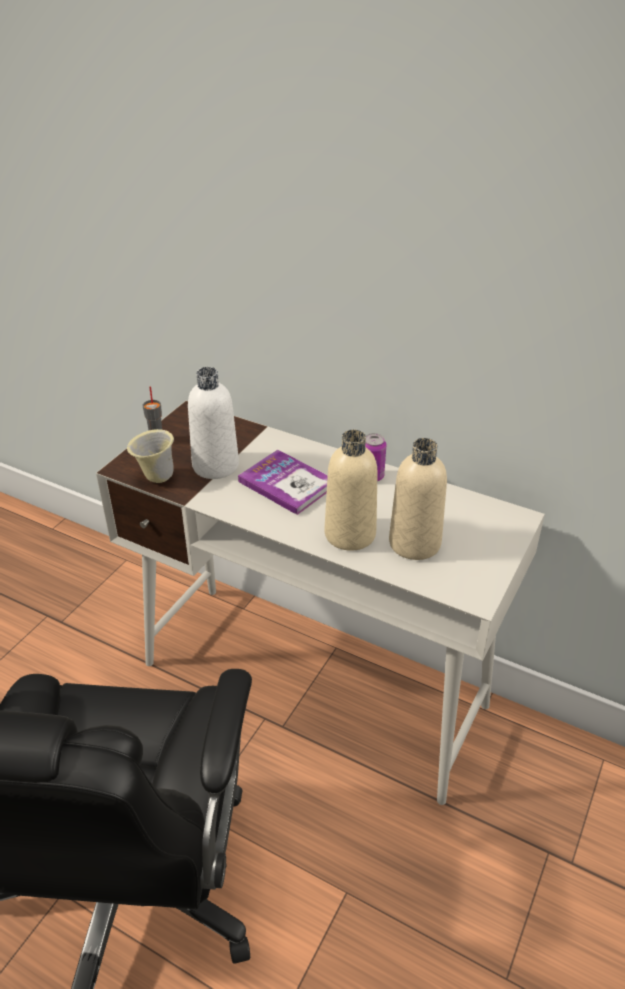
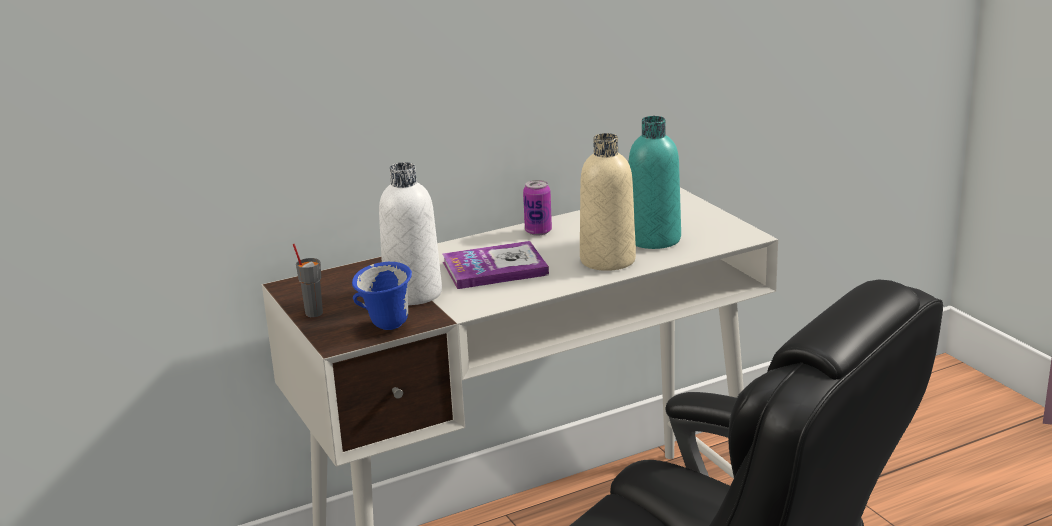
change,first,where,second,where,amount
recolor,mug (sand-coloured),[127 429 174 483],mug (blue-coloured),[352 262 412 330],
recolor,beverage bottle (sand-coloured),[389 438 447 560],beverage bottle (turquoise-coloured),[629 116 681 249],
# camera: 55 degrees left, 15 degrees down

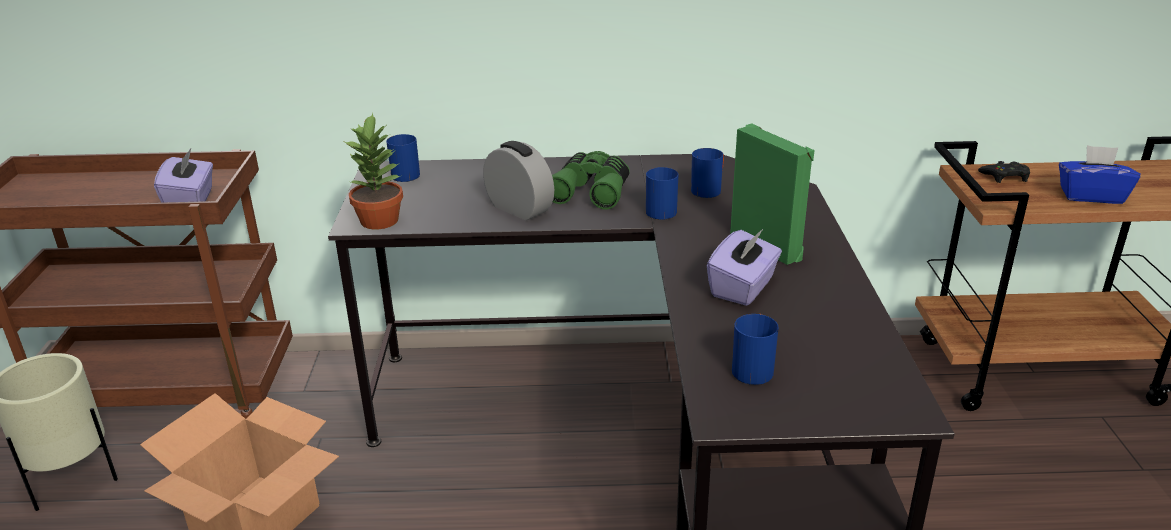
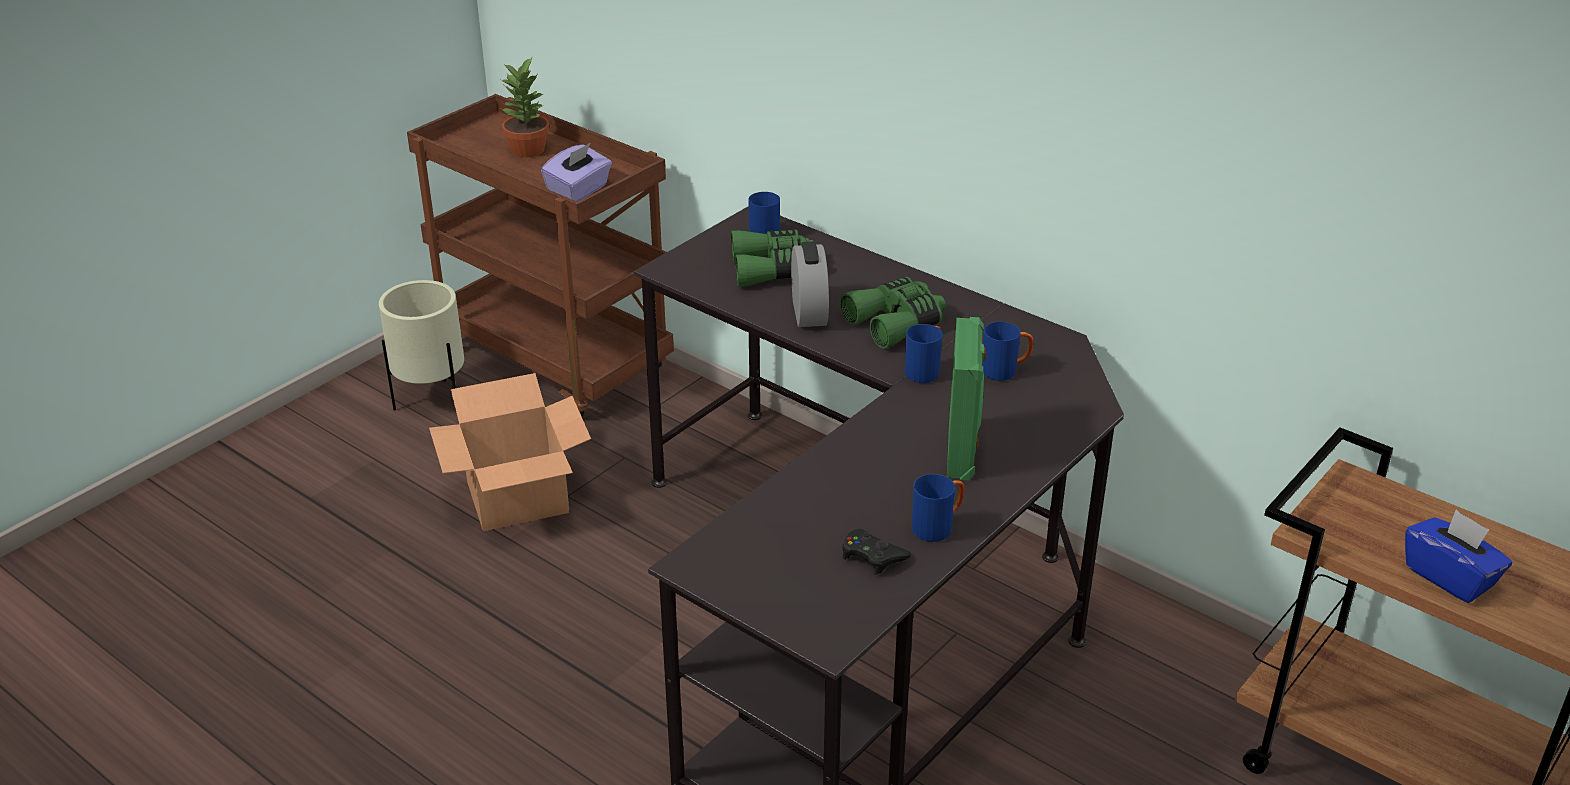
change,first,where,second,where,amount
move,houseplant,[344 113 403 229],,[501 56 550 157],
delete,box of tissues (purple),[707 229 782 306],,,
move,mug (blue-coloured),[732 314 779 385],,[912 474 964 542],
move,game controller (black),[978 161 1030 183],,[842 529 911 575],
insert,,,field glasses (green-coloured),[731 230 813 287],
# camera: 40 degrees right, 5 degrees up

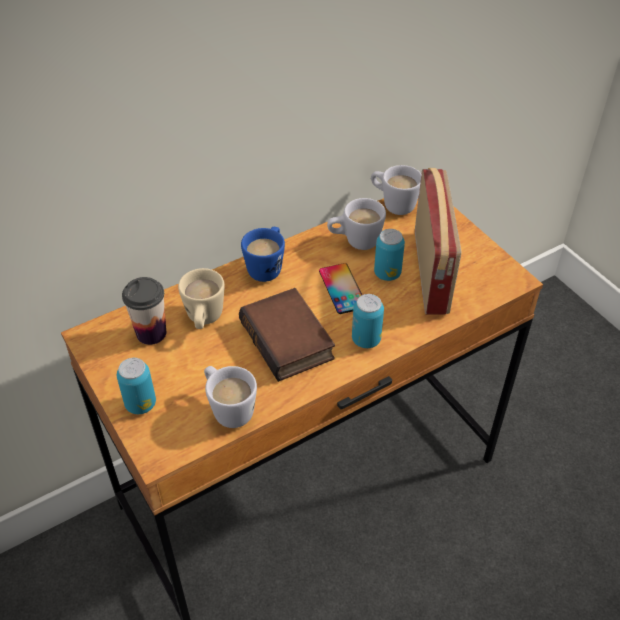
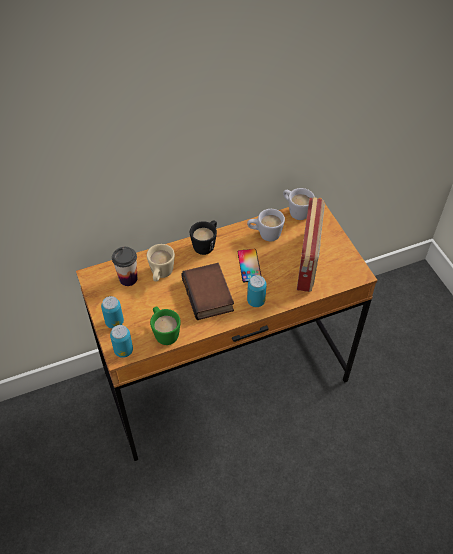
change,first,where,second,where,amount
recolor,mug (whitish),[204 366 257 428],mug (green-coloured),[150 307 181 345],
recolor,mug (blue-coloured),[241 227 285 282],mug (black),[190 220 217 255],
move,metal can,[374 229 405 281],,[110 325 133 358],
# camera: 10 degrees right, 5 degrees up

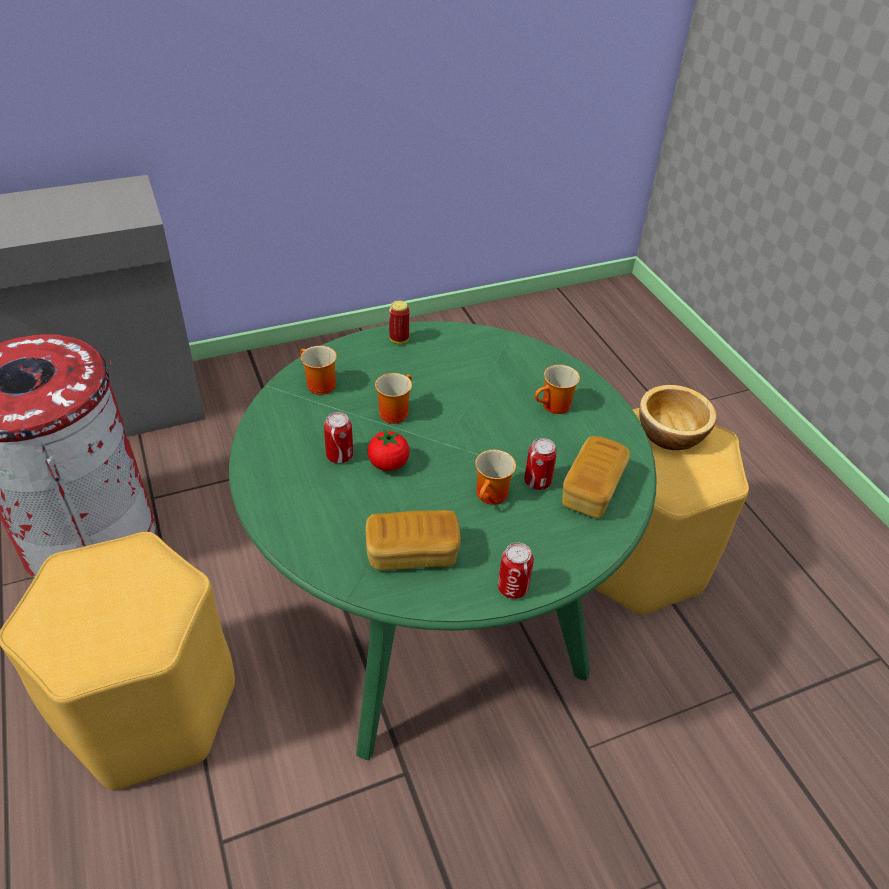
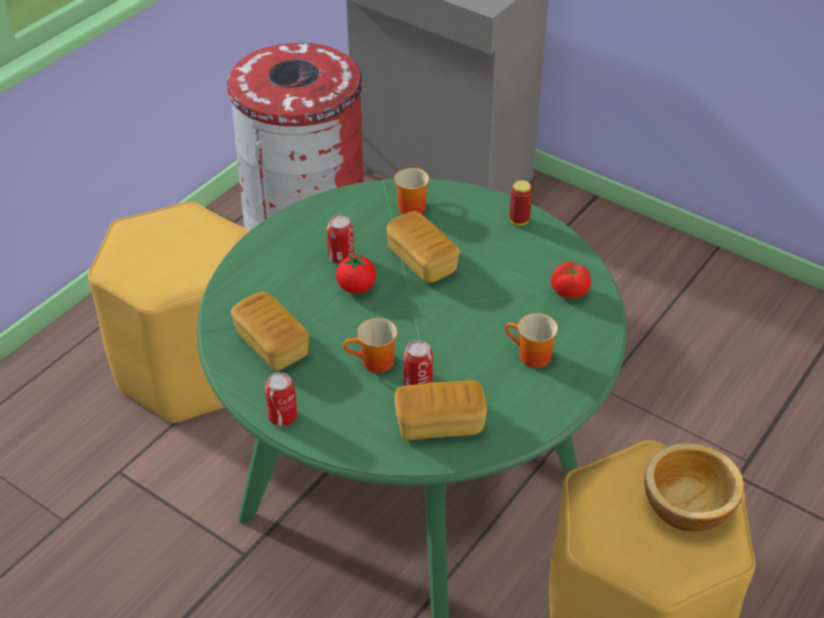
change,first,where,second,where,amount
replace,mug,[375 373 412 424],bread,[386 211 460 283],
insert,,,fresh tomato,[551 261 591 299],
# camera: 60 degrees right, 0 degrees up

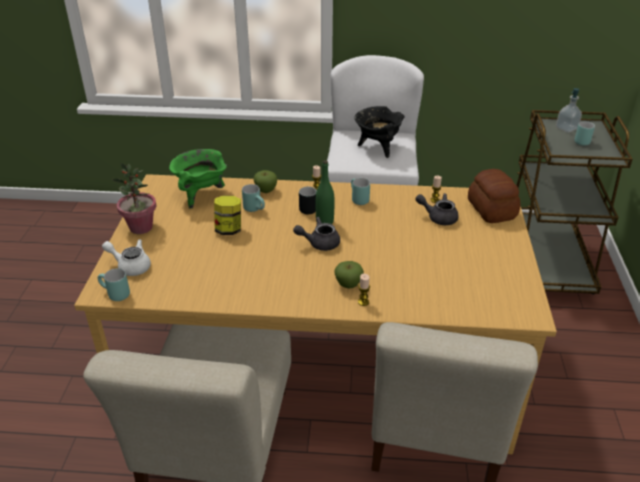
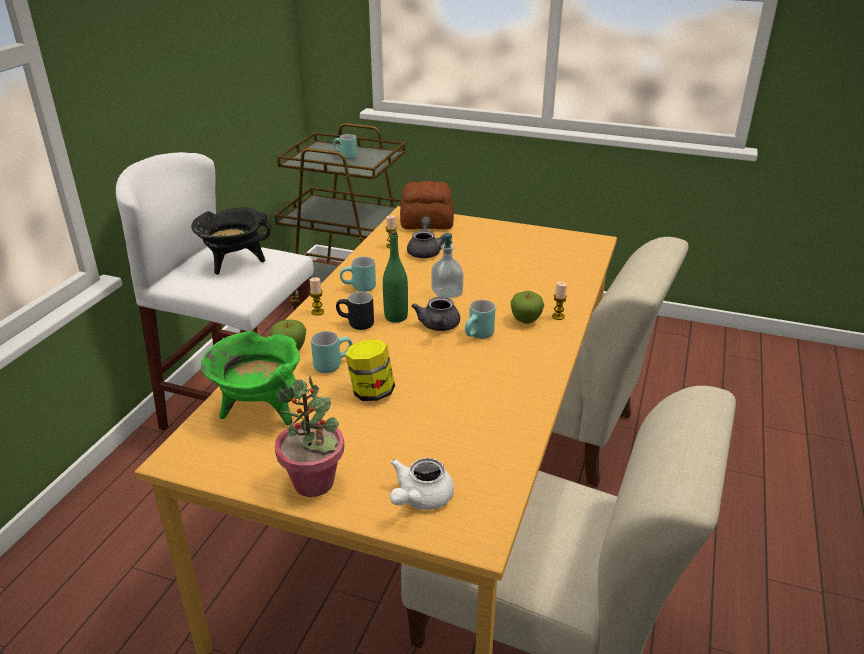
change,first,where,second,where,amount
move,mug (turquoise-coloured),[98 268 130 301],,[465 300 495 339],
rotate,pot for tea (gray),[415 193 459 225],,[407 216 444 258],150 degrees clockwise
move,liquid soap bottle,[556 88 582 133],,[431 233 463 298],
# camera: 75 degrees left, 5 degrees down

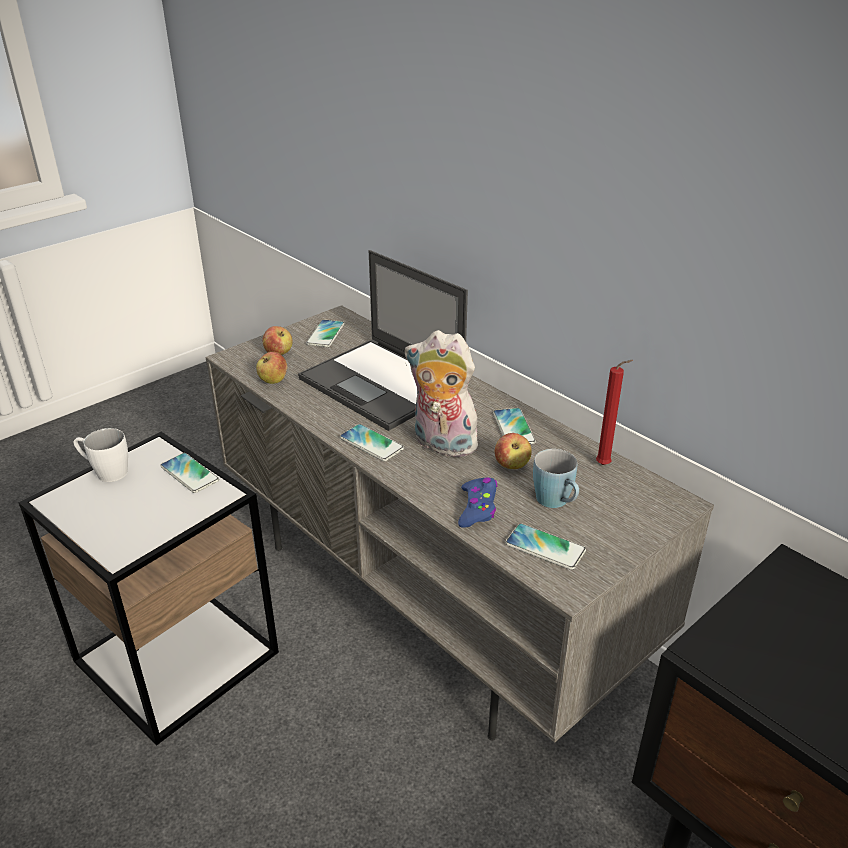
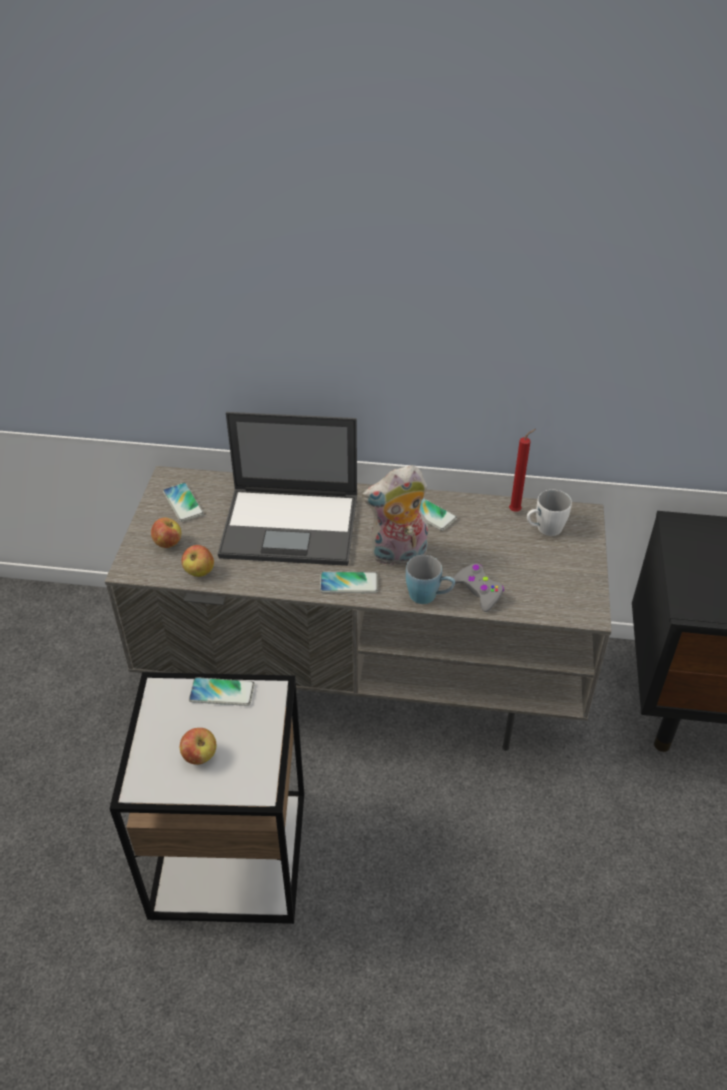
change,first,where,second,where,amount
move,mug (whitish),[74 428 128 482],,[527 490 572 536],
recolor,game controller (blue-coloured),[458 477 498 528],game controller (gray),[453 563 504 612],
move,whole apple,[495 433 532 469],,[180 728 216 765],
delete,telephone,[505 523 586 570],,,
move,mug (blue-coloured),[533 449 579 508],,[406 555 455 604],
# camera: 40 degrees left, 10 degrees up

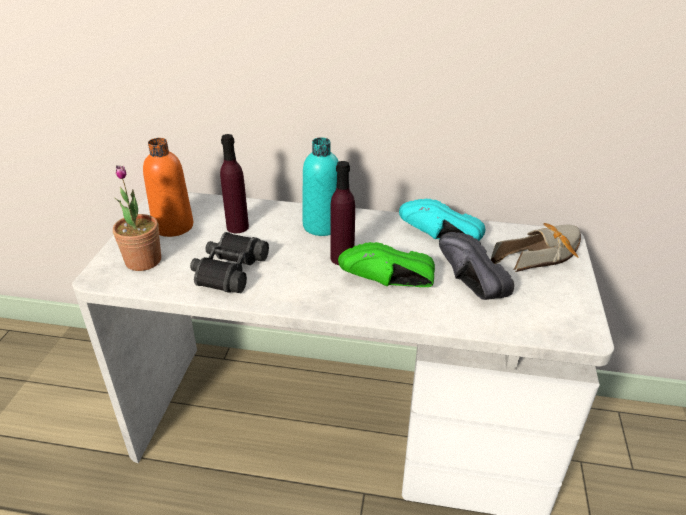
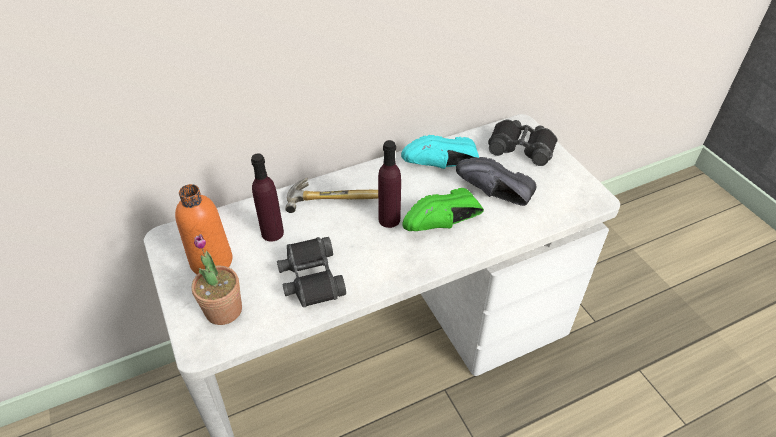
change,first,where,second,where,amount
replace,beverage bottle (turquoise-coloured),[303 137 339 236],hammer,[285 178 378 213],
replace,item of footwear,[491 223 581 272],field glasses (black),[488 120 557 166],
# camera: 35 degrees left, 10 degrees up

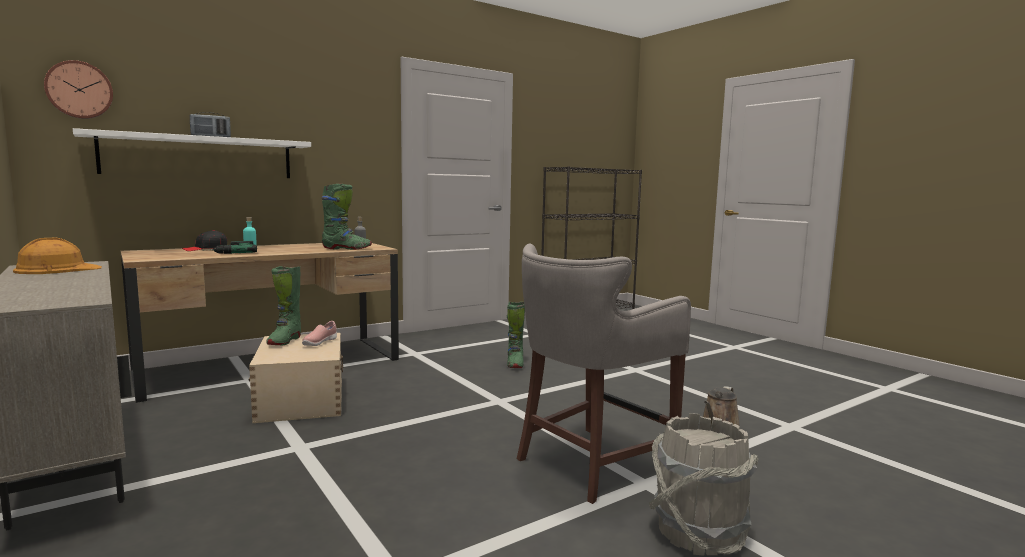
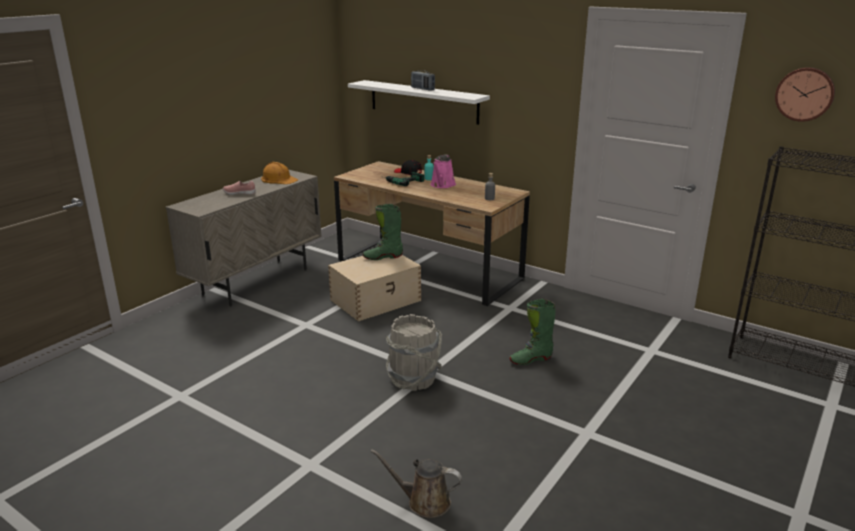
change,first,where,second,where,amount
move,hanging clock,[44 60 113 119],,[775 67 835 122],
move,item of footwear (pink),[302 321 337 346],,[223 181 256 195],
delete,high-top boot (green-coloured),[322 184 372 250],,,
delete,sitting stool (gray),[517 244 691 504],,,
move,water bucket (gray),[649 413 758 556],,[385 314 442 391],
insert,,,sprinkling can (pink),[430 155 456 188],
# camera: 70 degrees right, 15 degrees up

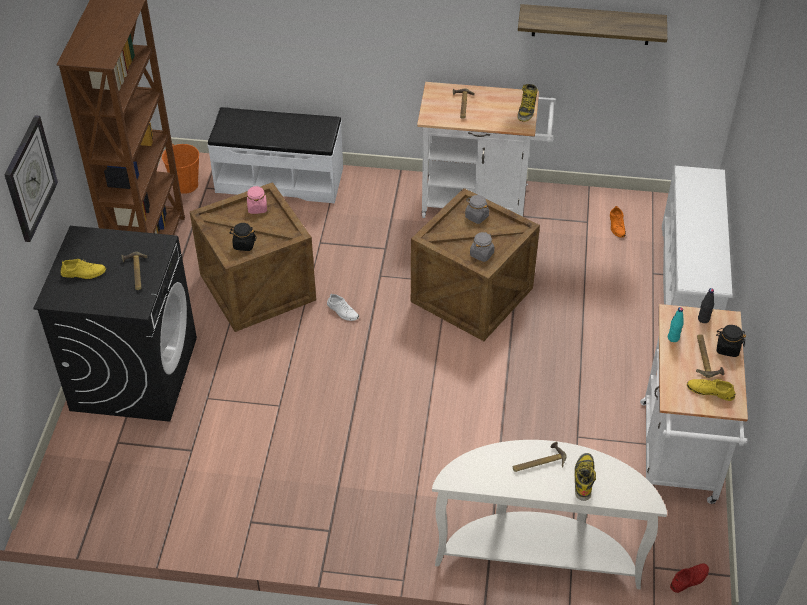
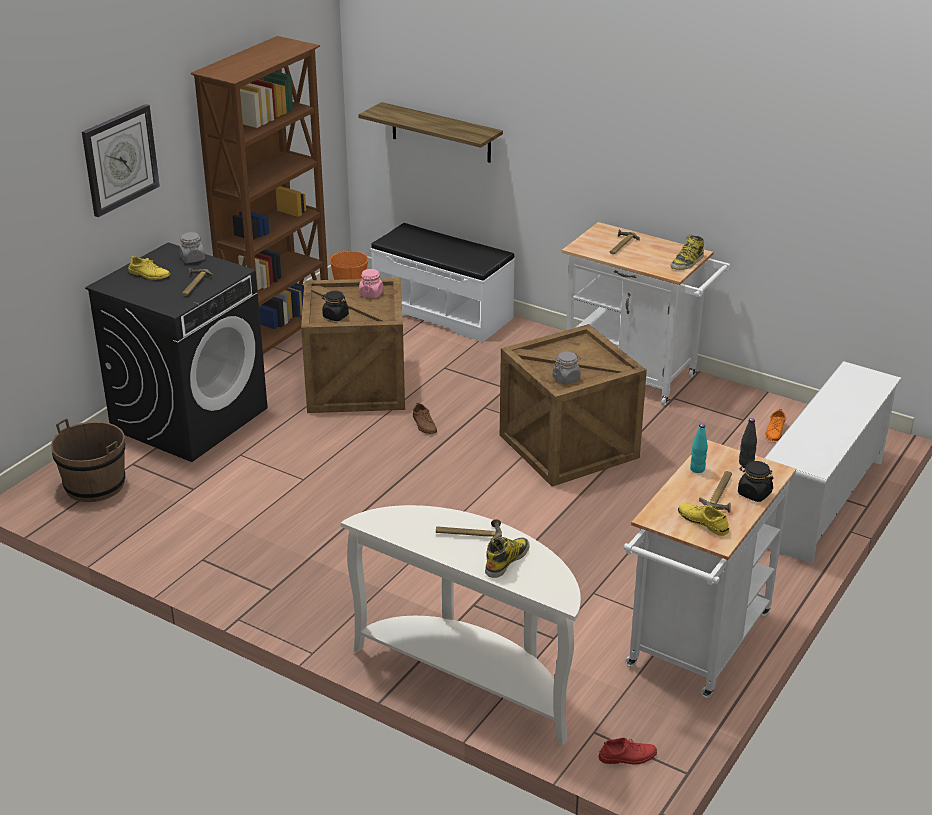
change,first,where,second,where,amount
recolor,item of footwear (whitish),[327 293 359 321],item of footwear (brown-coloured),[413 403 437 434],
move,jar (gray),[465 195 489 224],,[179 232 205 263],
move,bracket shelf,[518 4 667 45],,[358 102 503 163],
insert,,,water bucket (brown-coloured),[51 418 125 502],
# camera: 25 degrees right, 15 degrees down

